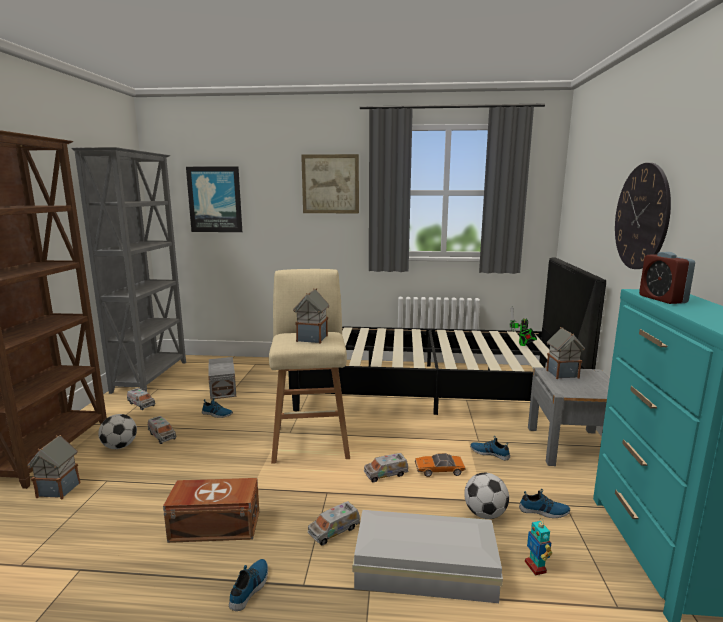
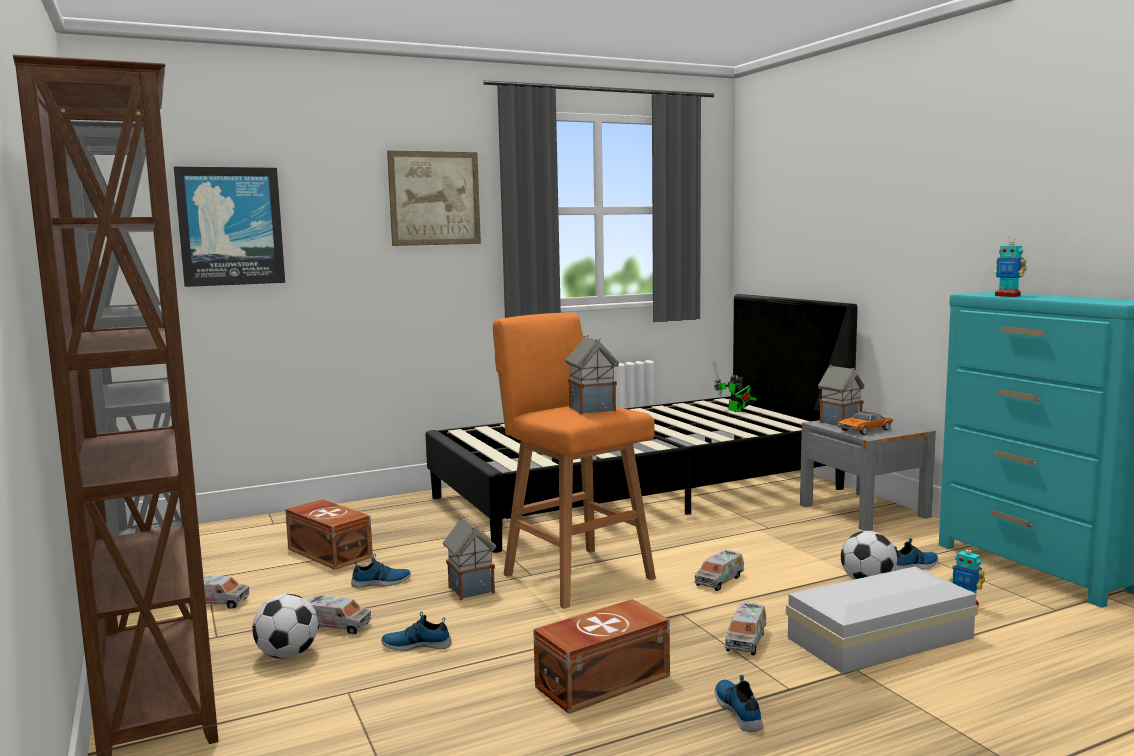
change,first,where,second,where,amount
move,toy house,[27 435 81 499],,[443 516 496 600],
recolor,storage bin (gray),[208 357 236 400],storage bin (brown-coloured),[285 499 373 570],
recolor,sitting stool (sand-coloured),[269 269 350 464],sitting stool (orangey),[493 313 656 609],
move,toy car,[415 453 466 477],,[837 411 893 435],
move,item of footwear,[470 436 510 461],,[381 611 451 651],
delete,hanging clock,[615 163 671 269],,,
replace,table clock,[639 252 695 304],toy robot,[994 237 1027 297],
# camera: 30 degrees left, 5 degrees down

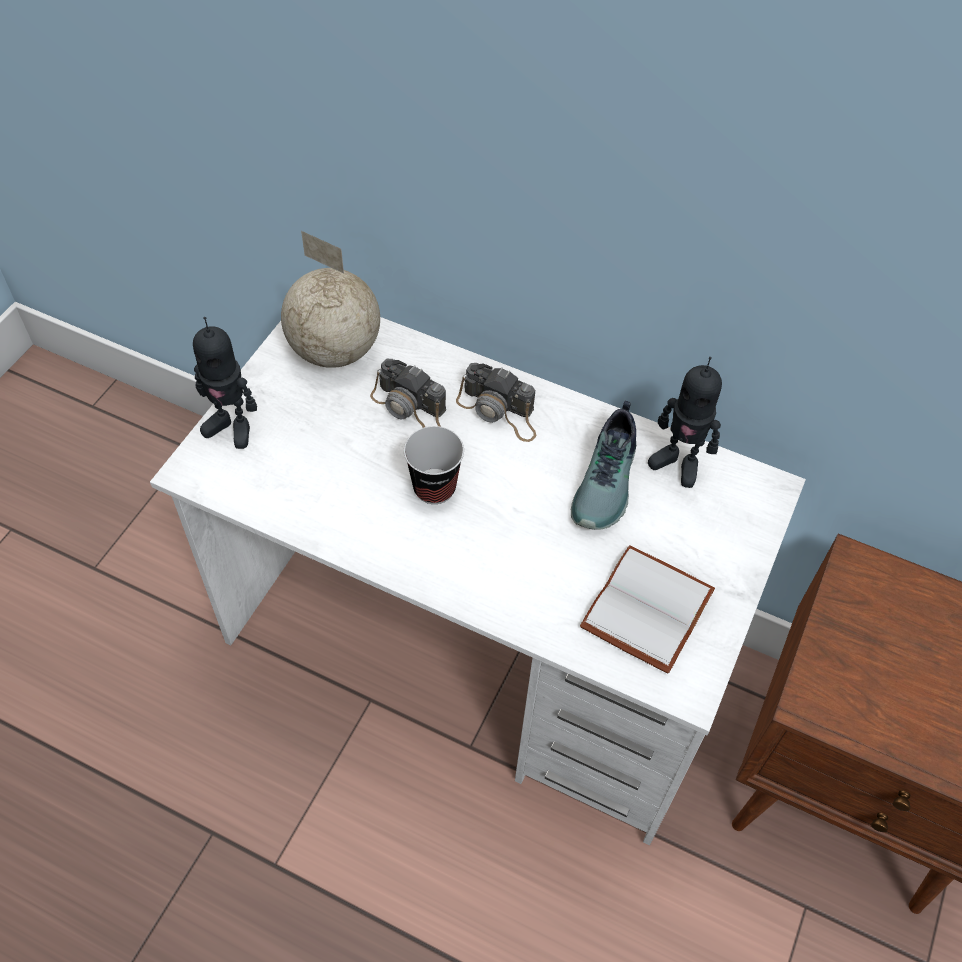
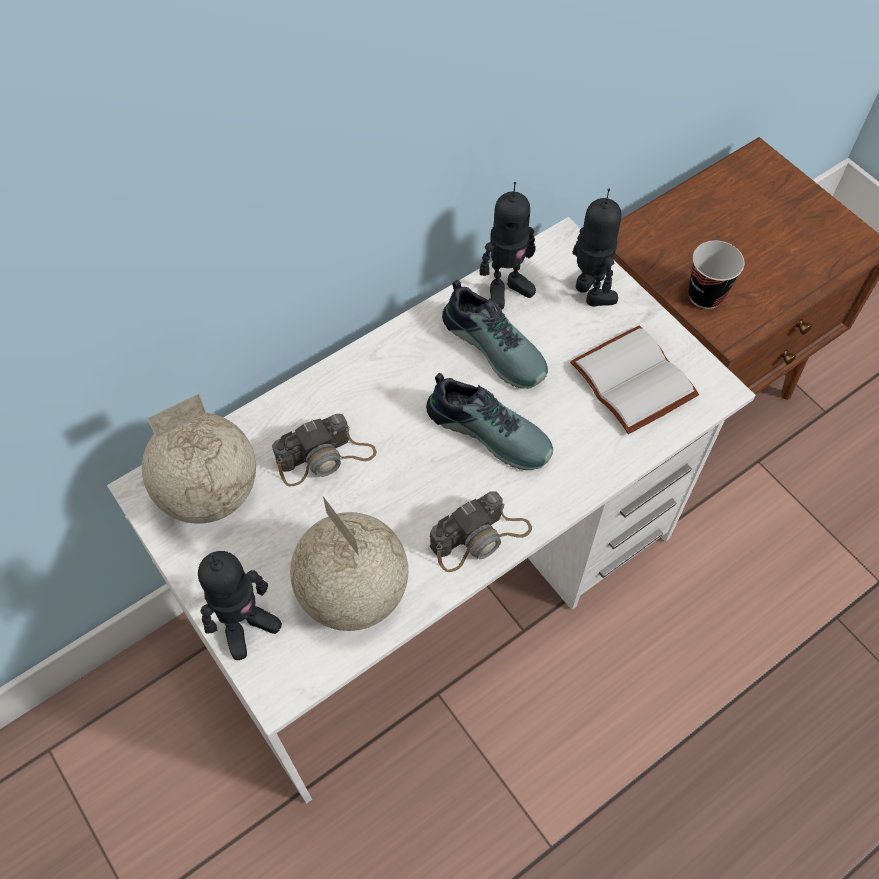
change,first,where,second,where,amount
move,cup,[404 426 464 504],,[688 241 744 309],
move,photo camera,[456 363 536 442],,[430 491 532 572],
insert,,,globe,[290 497 408 631],
insert,,,item of footwear,[426 373 553 470],
insert,,,toy robot,[572 189 622 306],
# camera: 60 degrees left, 5 degrees up

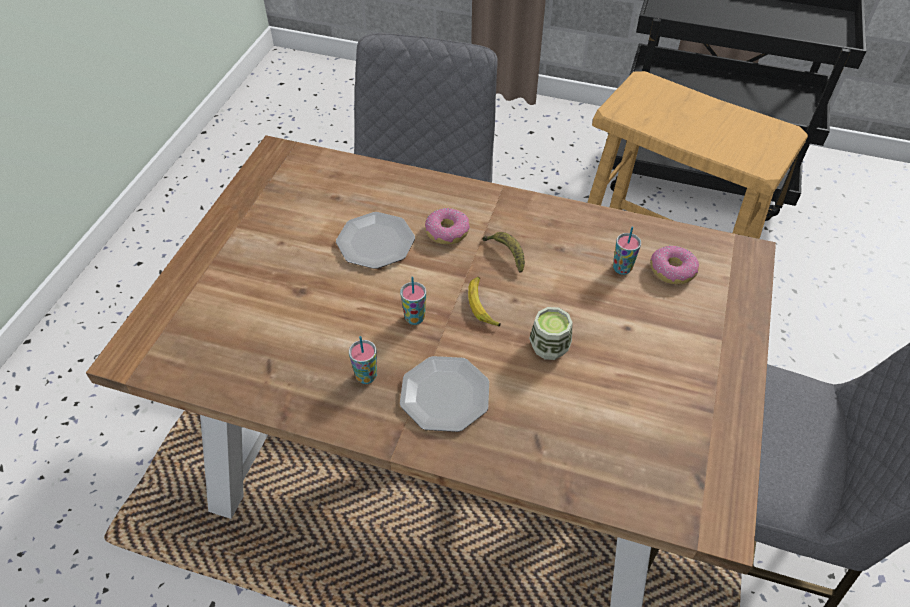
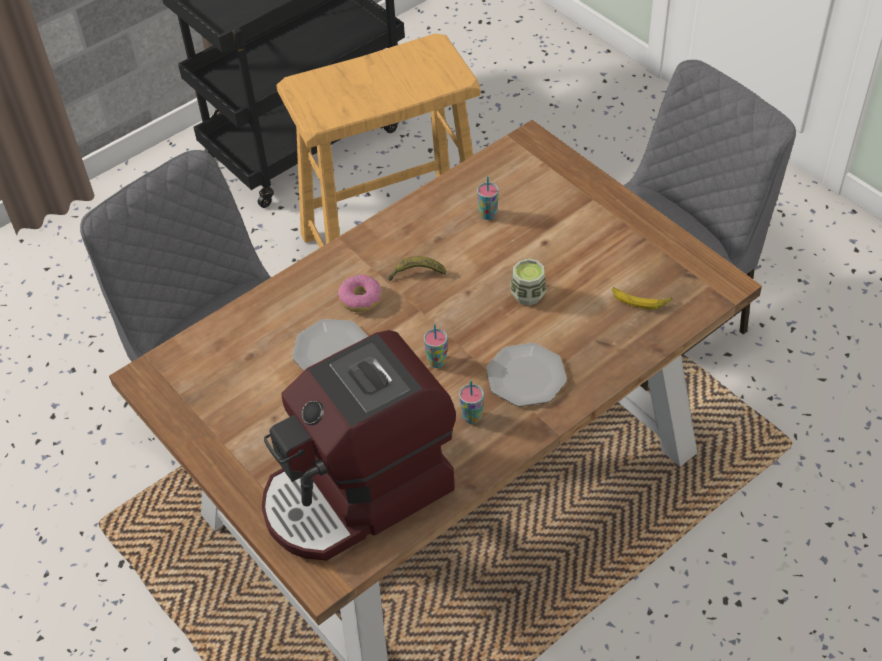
change,first,where,second,where,amount
move,whole banana,[468 277 501 327],,[612 287 673 310],
delete,ring doughnut,[650 245 699 285],,,
insert,,,coffee machine,[262 330 456 561],
# camera: 55 degrees left, 0 degrees up

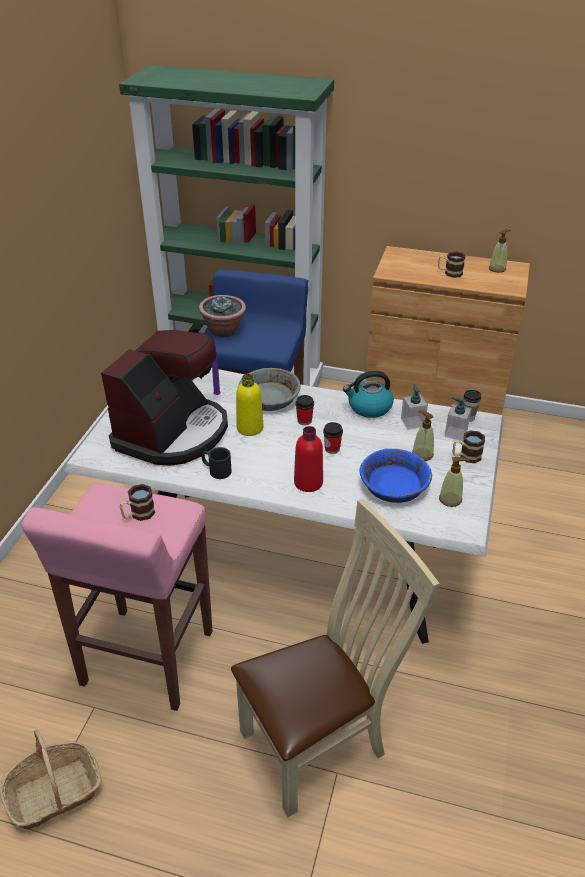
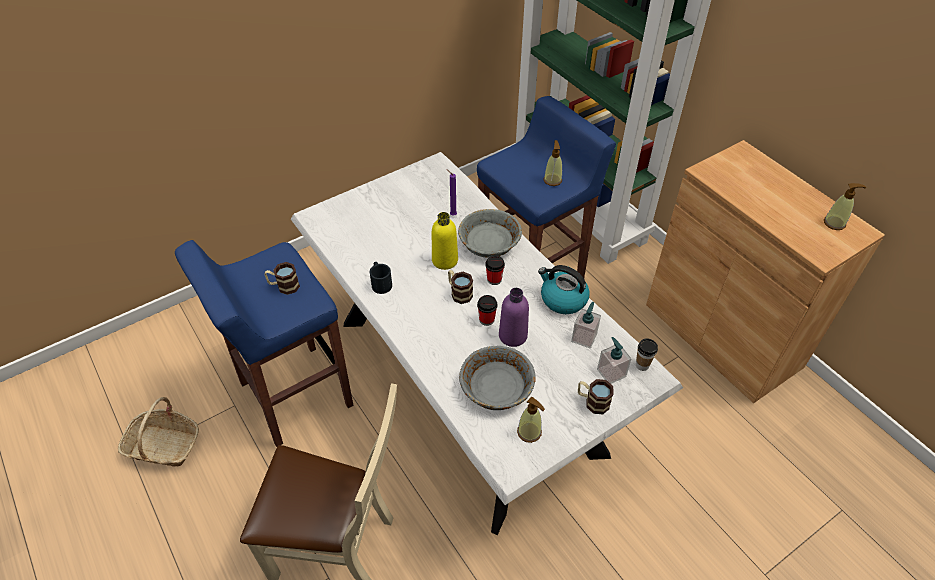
change,first,where,second,where,amount
recolor,sitting stool (pink),[21 484 213 711],sitting stool (blue-coloured),[175 240 353 447],
delete,coffee machine,[101 330 228 466],,,
delete,houseplant,[199 295 246 338],,,
delete,beverage bottle (reddish),[294 426 323 492],,,
recolor,bowl (blue-coloured),[360 448 432 503],bowl (gray),[459 346 536 410],
move,liquid soap bottle,[412 410 434 461],,[543 140 562 186],
move,mug,[438 251 466 278],,[448 270 473 304],
insert,,,beverage bottle (purple),[499 288 529 347],
# camera: 40 degrees right, 10 degrees up

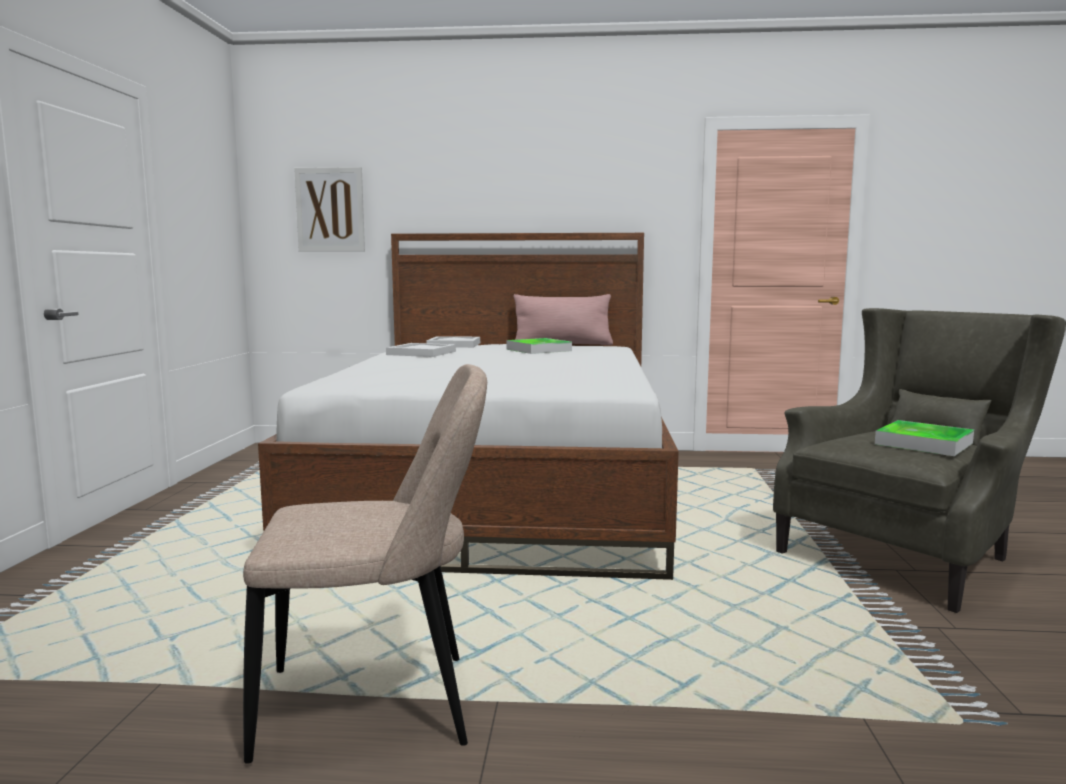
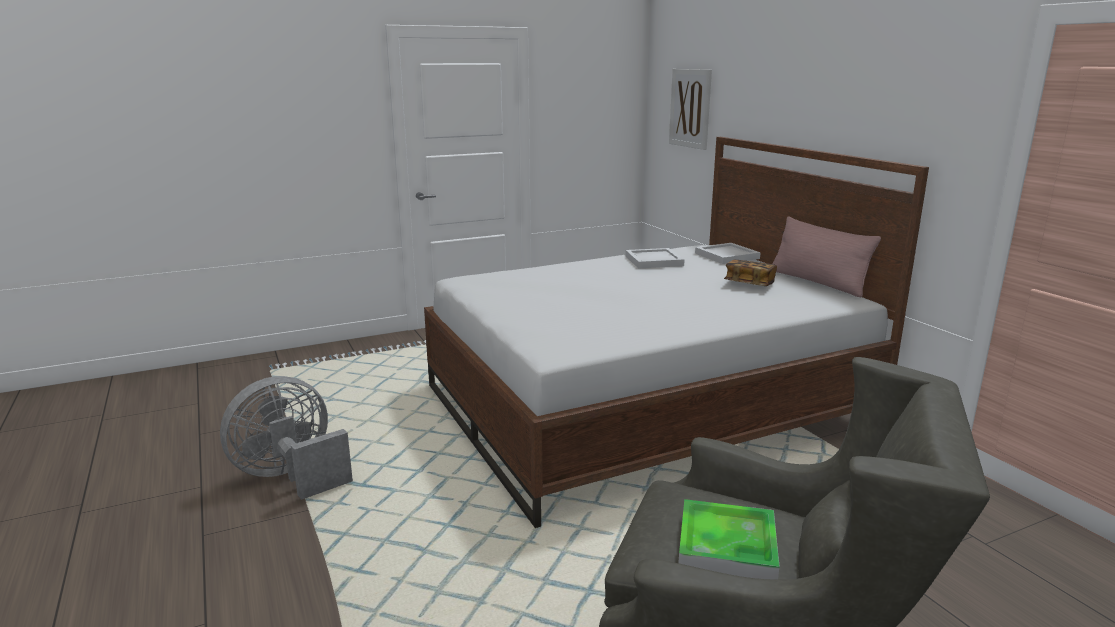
change,first,where,second,where,amount
replace,upright chair (sand-coloured),[243 364 487 764],cooling fan (gray),[220 376 353 500],
replace,carrying tray,[506 338 572 354],volume,[724 260 777 286],
# camera: 60 degrees right, 10 degrees up

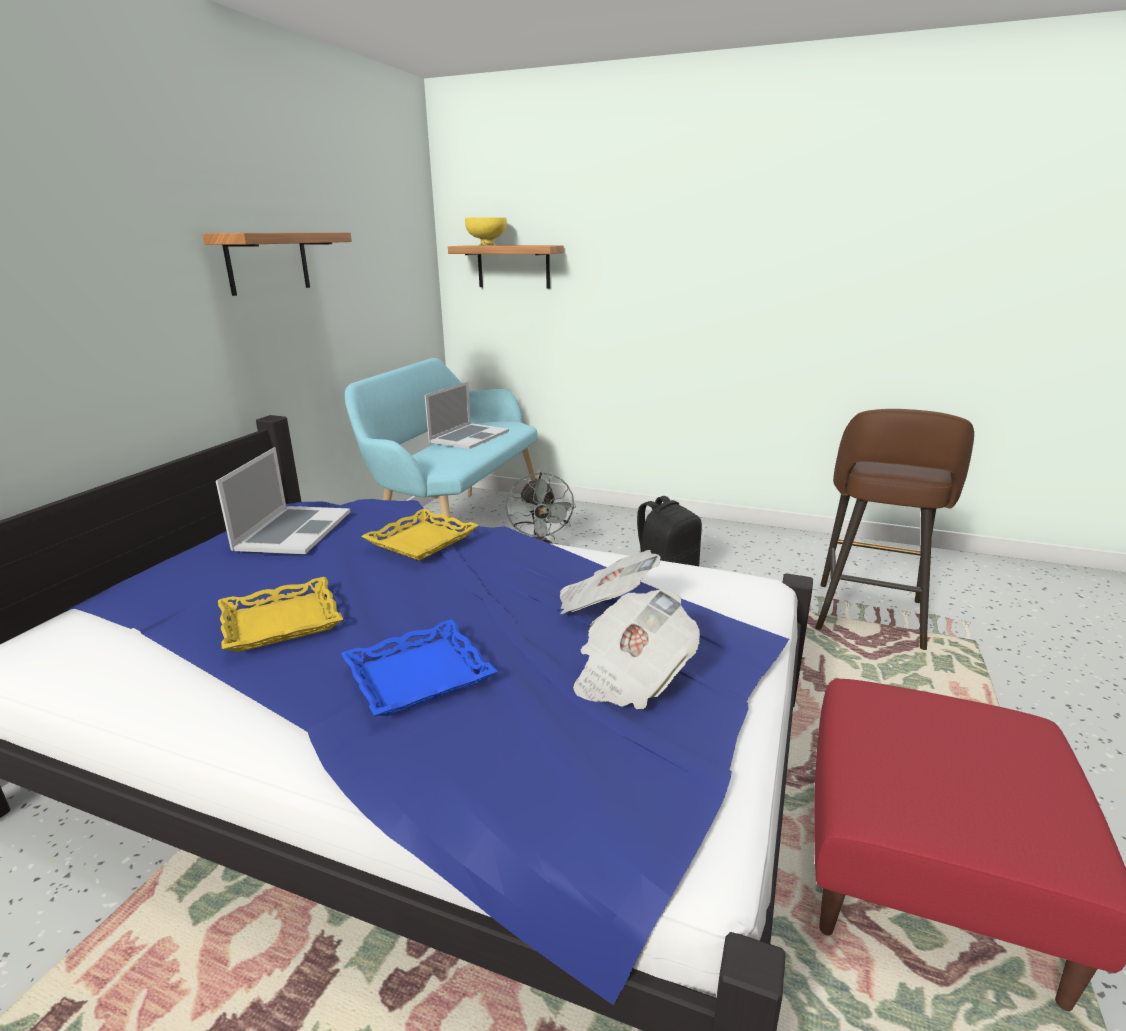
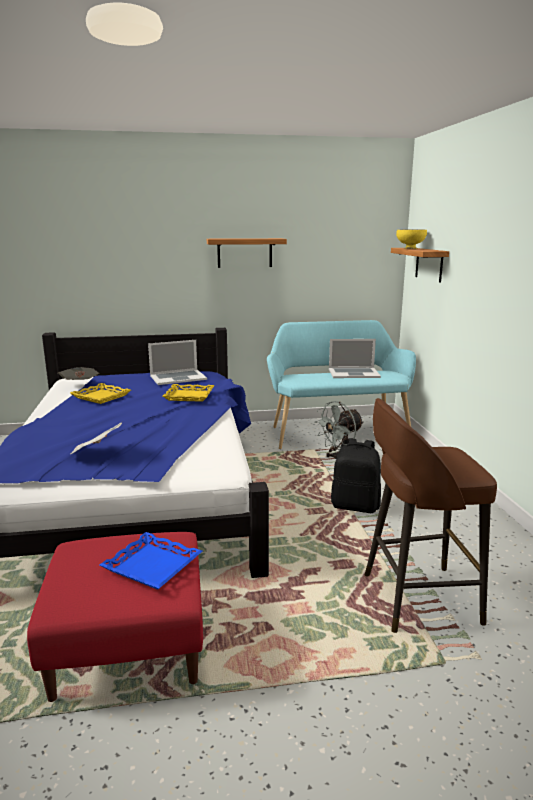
change,first,where,second,where,amount
move,carrying tray (blue-coloured),[341 619 498 716],,[99 532 202 590],
move,daily paper,[560 550 660 614],,[58 367 99 380],
# camera: 60 degrees right, 5 degrees down

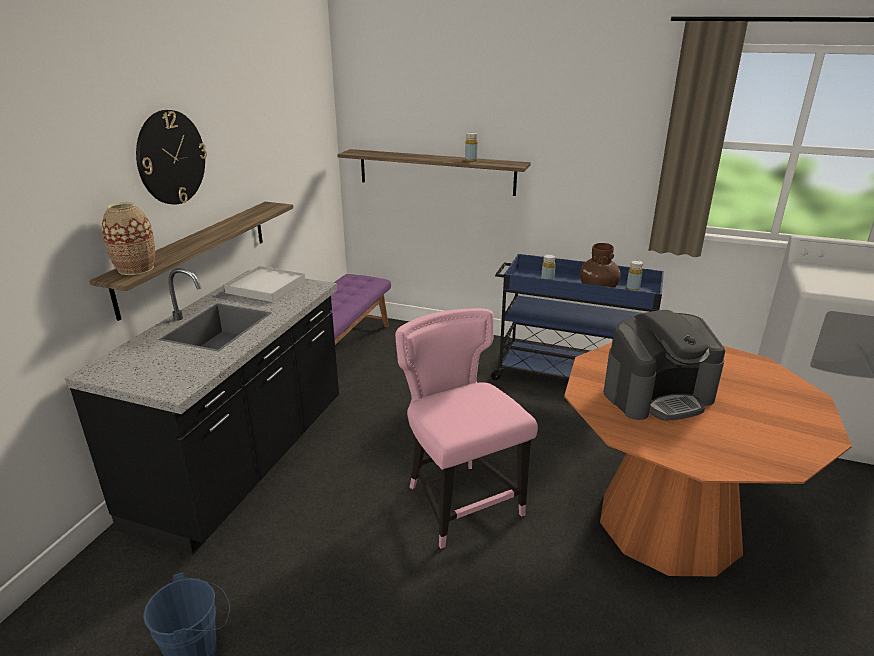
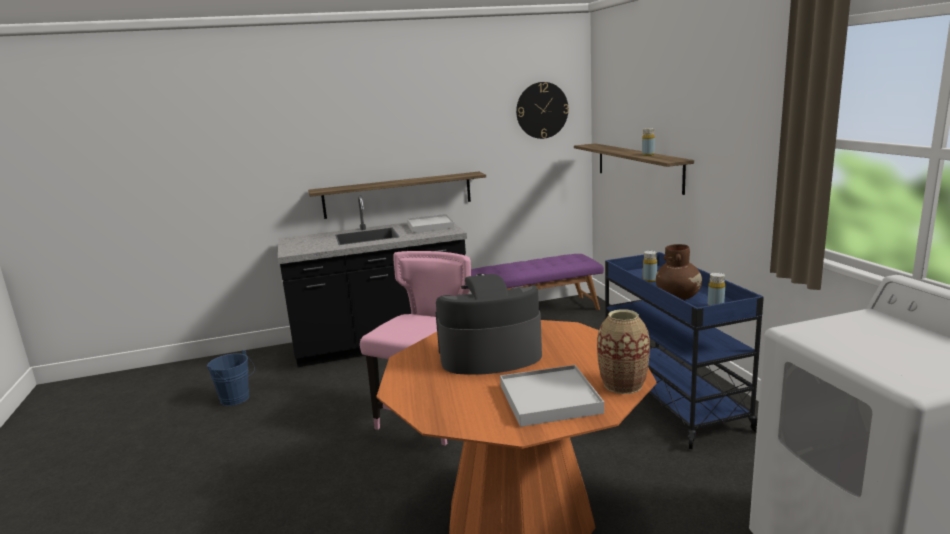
change,first,where,second,where,amount
move,vase,[102 202 155 275],,[597 309 650 394],
move,hanging clock,[136 110 207 205],,[516 82 569 139],
rotate,coffee machine,[604 310 725 421],,[435 274 542 375],135 degrees clockwise
insert,,,carrying tray (whitish),[500 365 604 427],
# camera: 55 degrees right, 10 degrees down

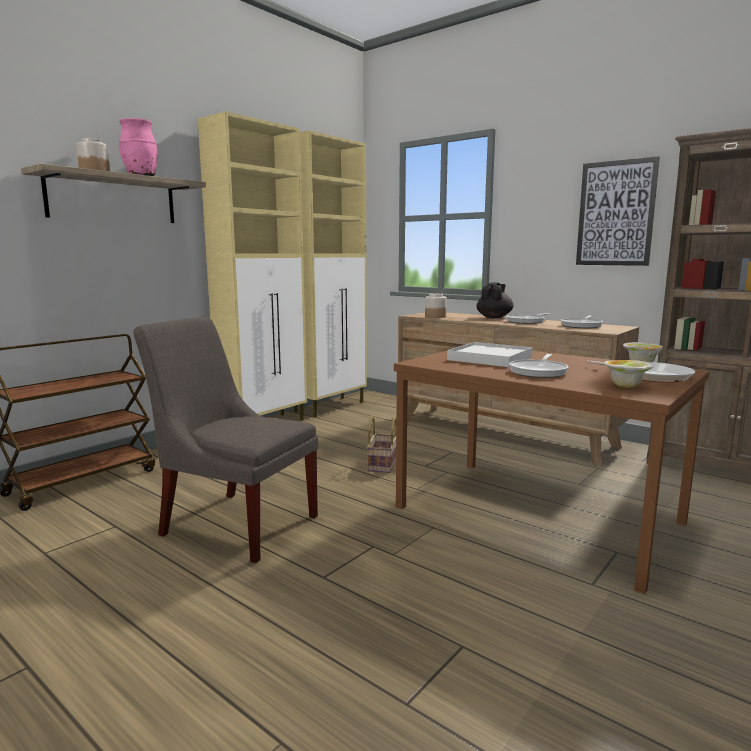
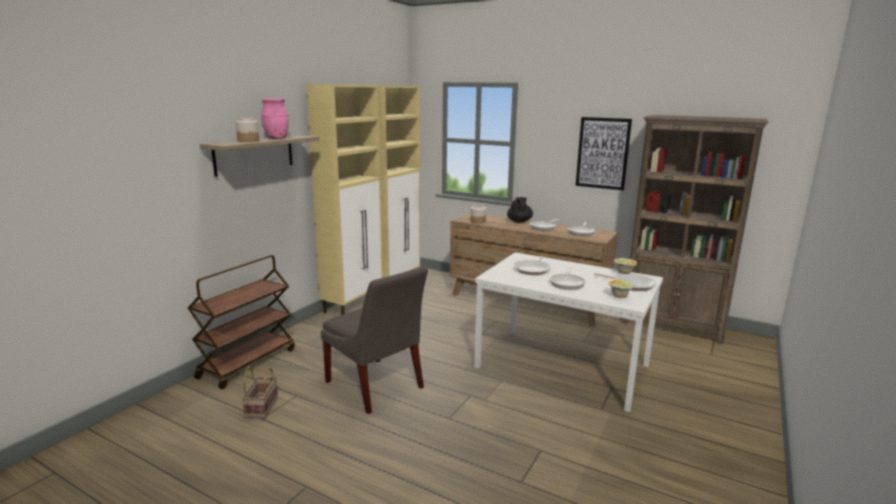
change,first,where,second,where,amount
rotate,upright chair (gray),[133 317 318 563],,[321 266 428 414],150 degrees counterclockwise
move,basket,[367 416 396 473],,[242 367 278 419],
recolor,kitchen table (brown-coloured),[394 351 710 594],kitchen table (whitish),[474 252 663 412],
replace,carrying tray (whitish),[447 342 533 367],frying pan,[514 256 551 275],
# camera: 10 degrees left, 5 degrees up

